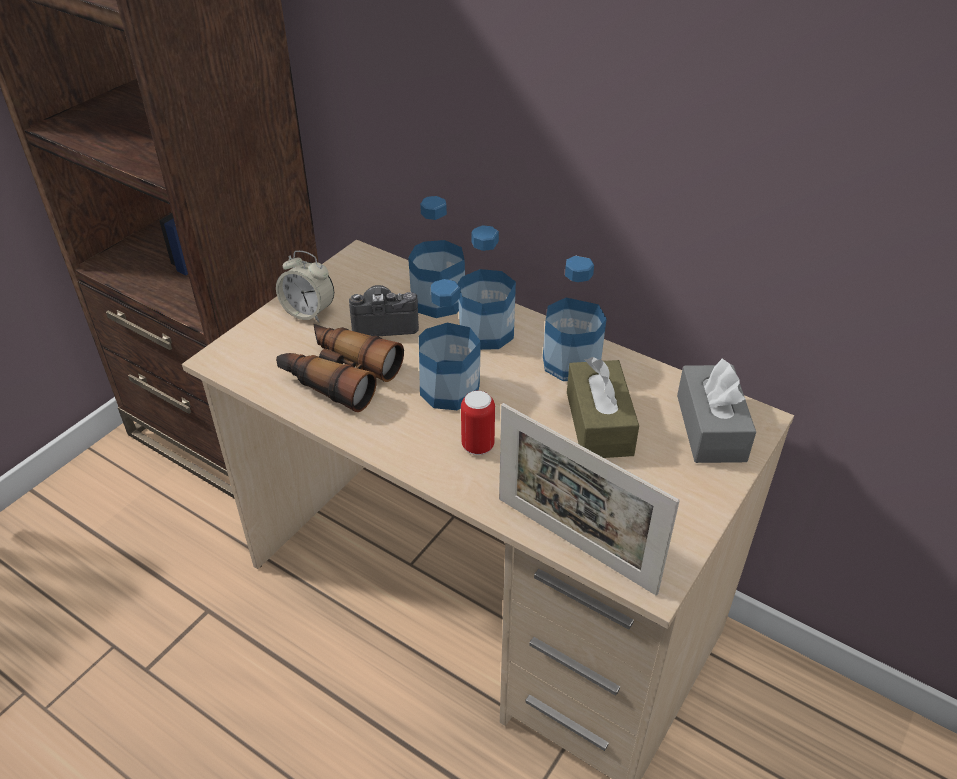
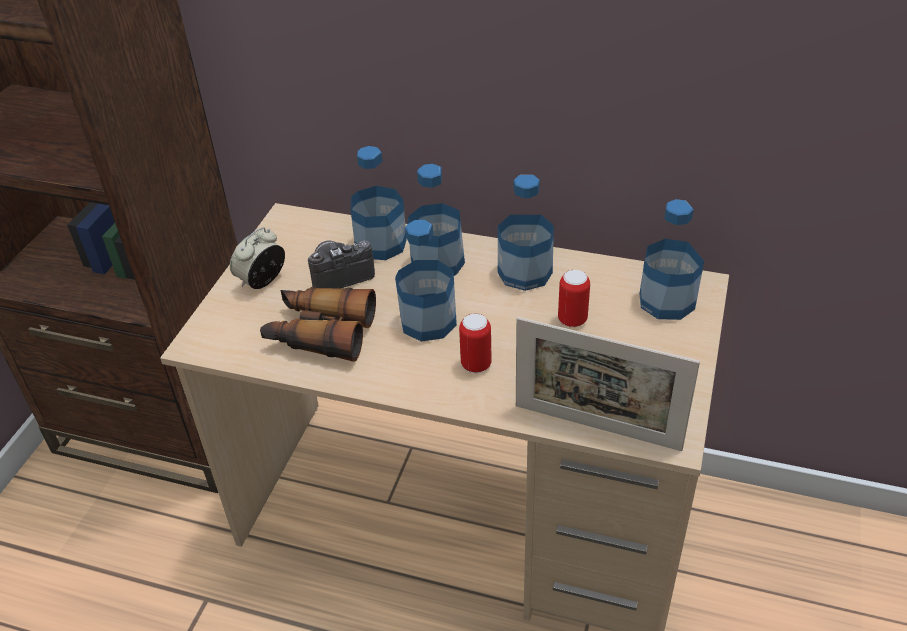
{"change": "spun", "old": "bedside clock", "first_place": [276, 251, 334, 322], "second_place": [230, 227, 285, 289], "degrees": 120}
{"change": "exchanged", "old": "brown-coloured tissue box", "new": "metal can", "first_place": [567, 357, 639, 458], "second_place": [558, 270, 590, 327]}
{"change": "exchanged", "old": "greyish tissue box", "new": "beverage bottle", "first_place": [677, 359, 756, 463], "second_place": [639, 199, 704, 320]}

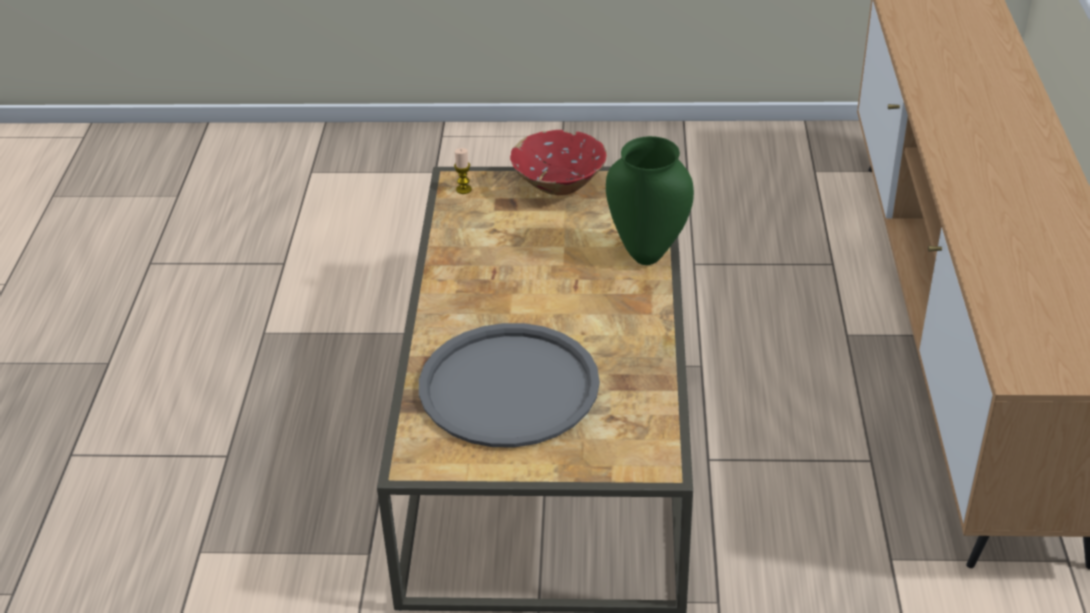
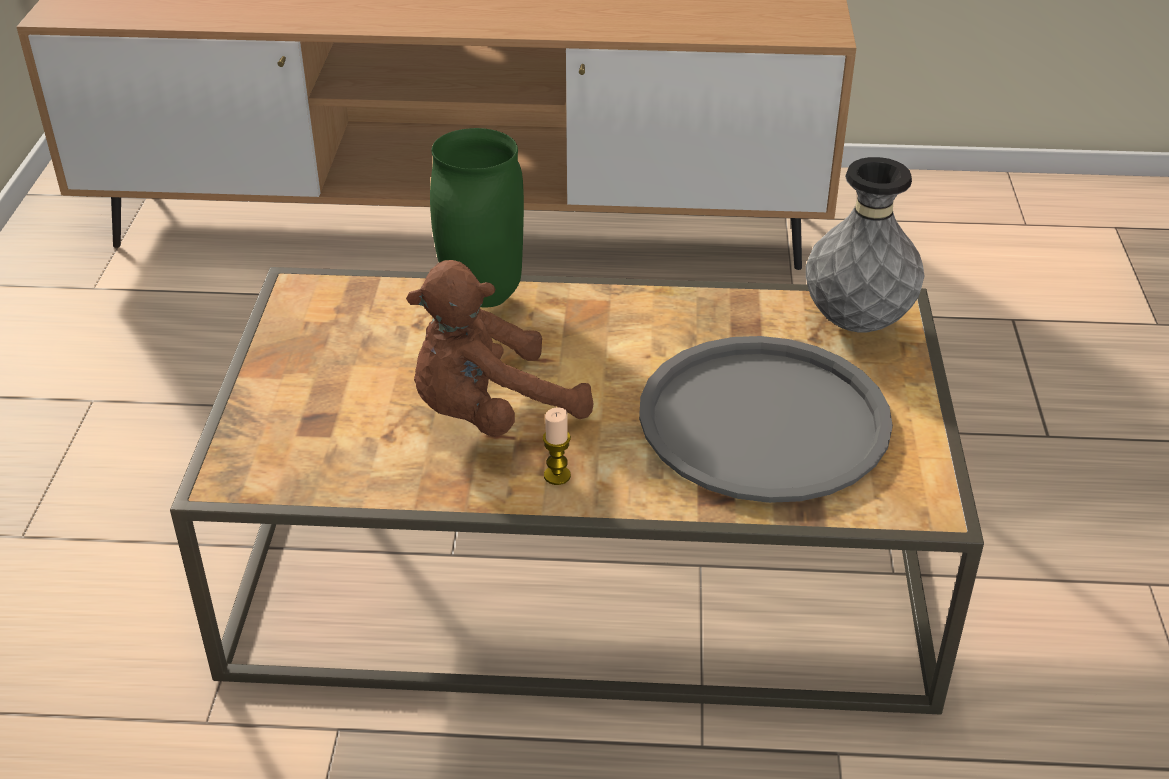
{"change": "appeared", "new": "brown-coloured cuddly toy", "second_place": [406, 260, 593, 437]}
{"change": "relocated", "old": "wax candle", "first_place": [454, 148, 472, 194], "second_place": [543, 407, 571, 485]}
{"change": "appeared", "new": "greyish flower vase", "second_place": [806, 157, 924, 332]}
{"change": "missing", "old": "red-coloured serving bowl", "first_place": [510, 130, 607, 195]}

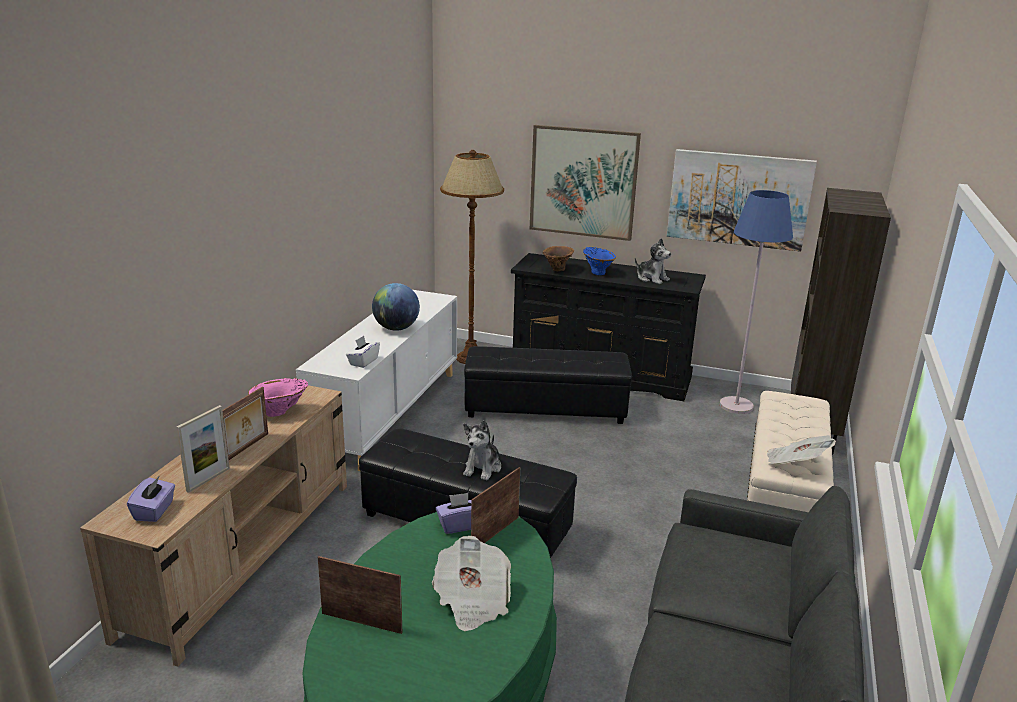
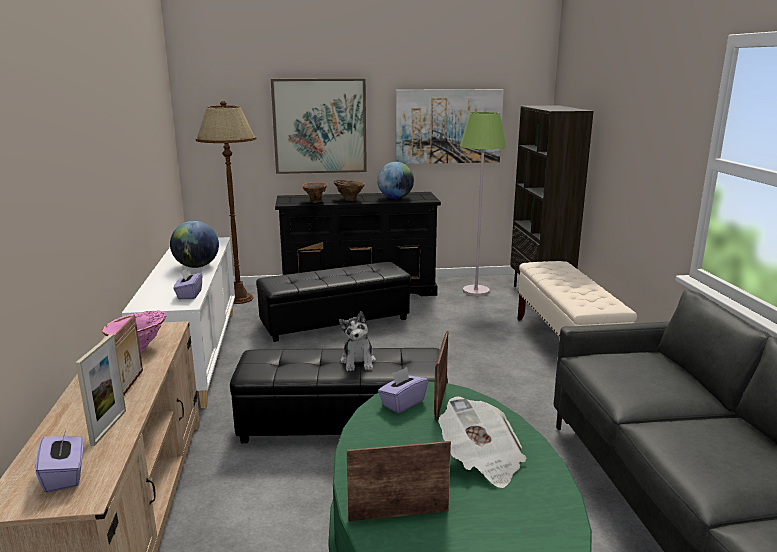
{"change": "colour", "old": "whitish tissue box", "new": "purple-coloured tissue box", "first_place": [346, 336, 380, 368], "second_place": [173, 268, 202, 299]}
{"change": "colour", "old": "blue flower vase", "new": "brown-coloured flower vase", "first_place": [583, 247, 616, 275], "second_place": [333, 180, 365, 201]}
{"change": "exchanged", "old": "cuddly toy", "new": "globe", "first_place": [635, 238, 671, 284], "second_place": [377, 162, 414, 199]}
{"change": "colour", "old": "blue standing lamp", "new": "green-coloured standing lamp", "first_place": [720, 190, 793, 414], "second_place": [460, 112, 506, 296]}
{"change": "missing", "old": "newspaper", "first_place": [767, 435, 836, 465]}

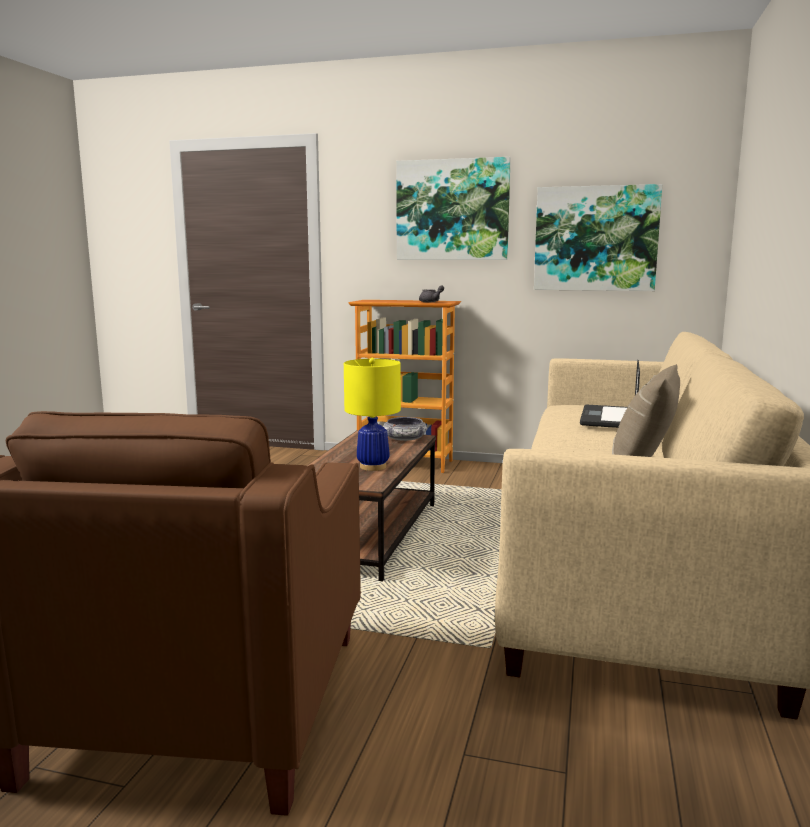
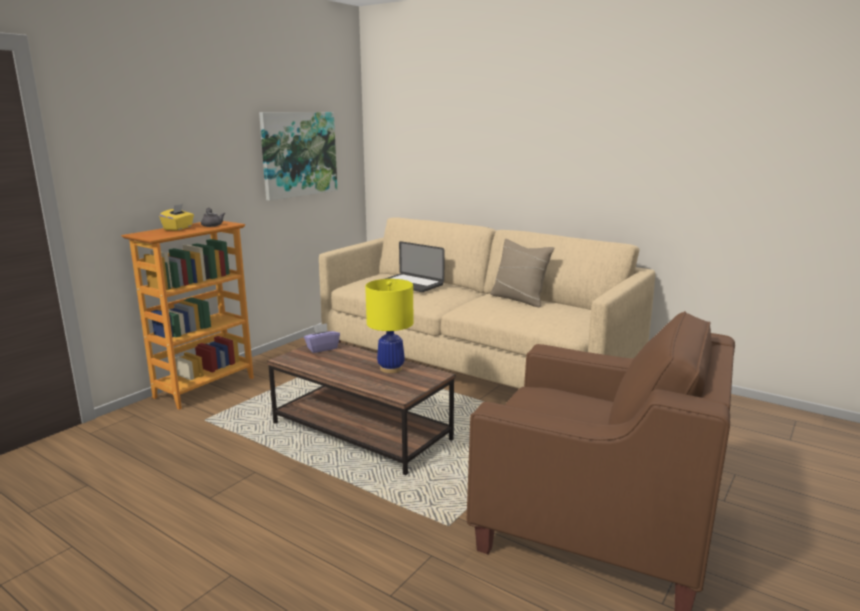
{"change": "appeared", "new": "yellowish tissue box", "second_place": [159, 204, 194, 231]}
{"change": "exchanged", "old": "serving bowl", "new": "purple-coloured tissue box", "first_place": [383, 417, 427, 441], "second_place": [304, 323, 340, 353]}
{"change": "missing", "old": "wall art", "first_place": [396, 157, 511, 260]}

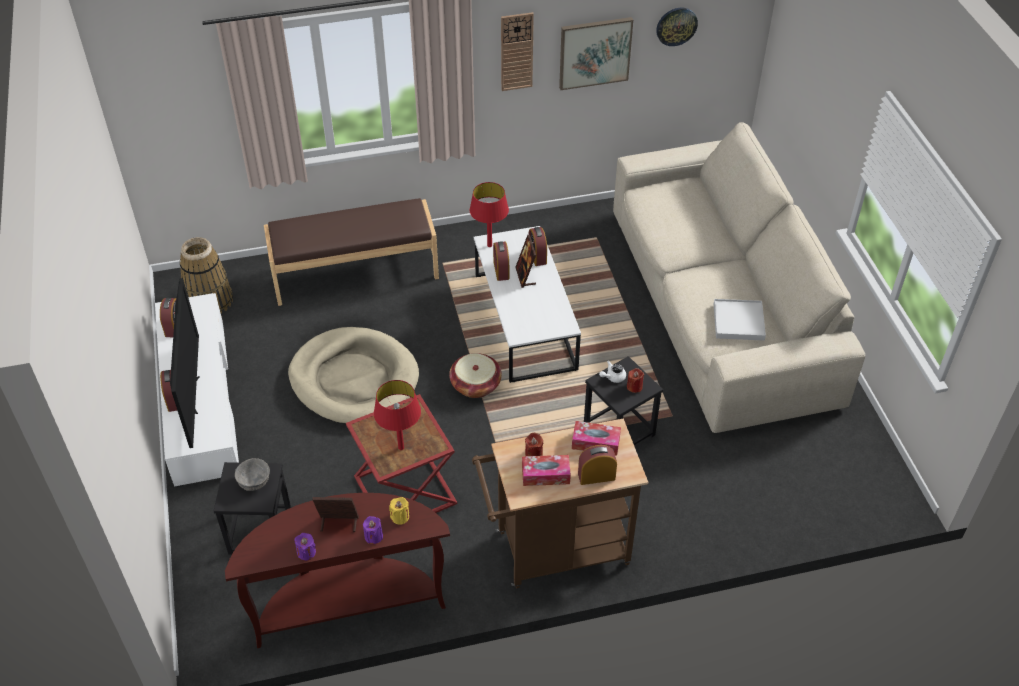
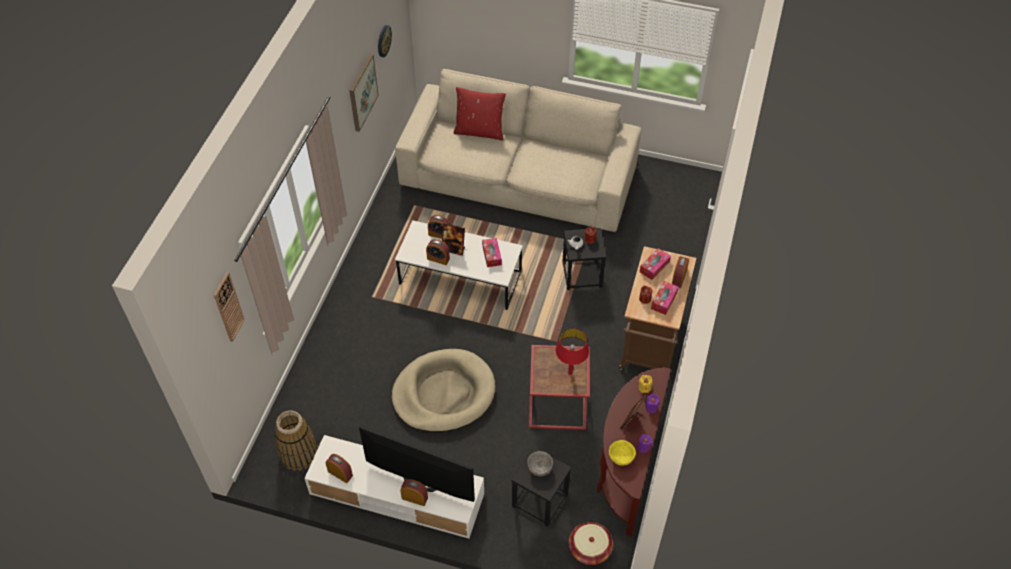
{"change": "relocated", "old": "hanging clock", "first_place": [501, 12, 534, 91], "second_place": [214, 272, 245, 342]}
{"change": "appeared", "new": "red-coloured cushion", "second_place": [454, 87, 506, 141]}
{"change": "appeared", "new": "tissue box", "second_place": [482, 238, 502, 267]}
{"change": "relocated", "old": "basket", "first_place": [449, 353, 502, 398], "second_place": [569, 522, 613, 565]}
{"change": "appeared", "new": "yellowish serving bowl", "second_place": [609, 440, 636, 466]}
{"change": "missing", "old": "brown-coloured long seat", "first_place": [264, 198, 439, 306]}
{"change": "missing", "old": "red-coloured tabletop lamp", "first_place": [469, 182, 509, 247]}
{"change": "missing", "old": "whitish carrying tray", "first_place": [714, 299, 766, 341]}

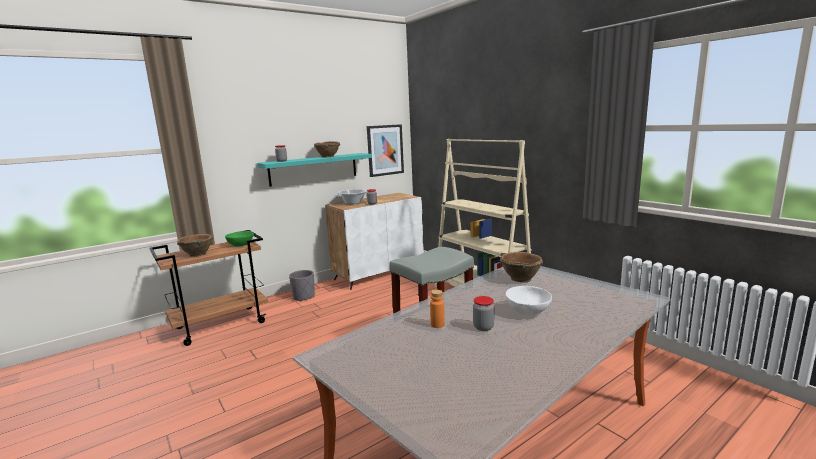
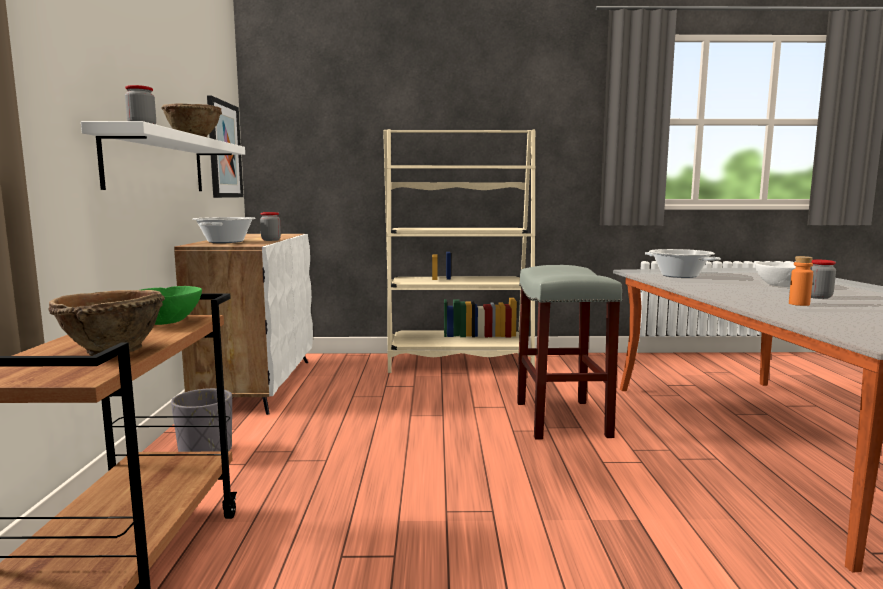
{"change": "colour", "old": "turquoise-coloured bracket shelf", "new": "whitish bracket shelf", "first_place": [257, 153, 372, 187], "second_place": [81, 121, 245, 191]}
{"change": "exchanged", "old": "brown-coloured serving bowl", "new": "cooking pot", "first_place": [500, 252, 543, 282], "second_place": [645, 249, 721, 278]}

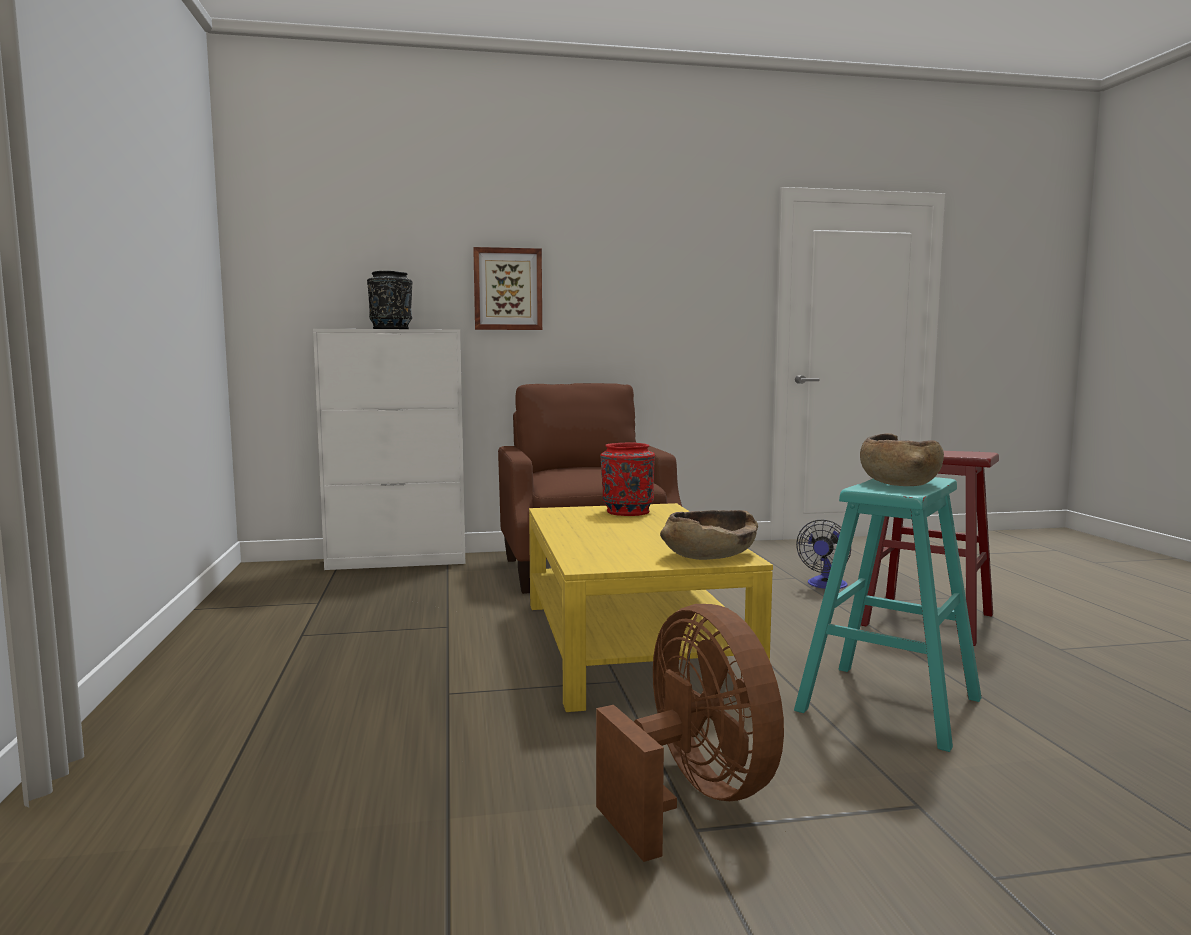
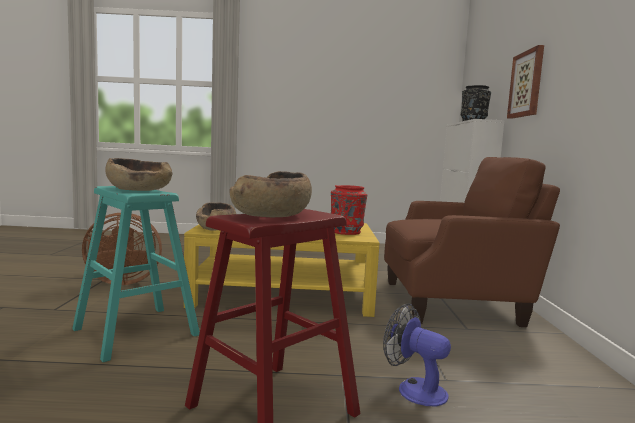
{"change": "appeared", "new": "brown-coloured serving bowl", "second_place": [229, 171, 312, 217]}

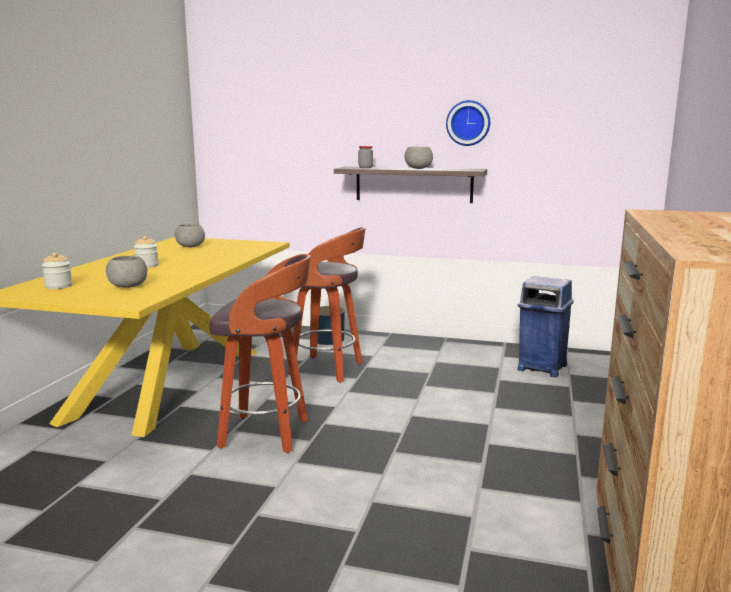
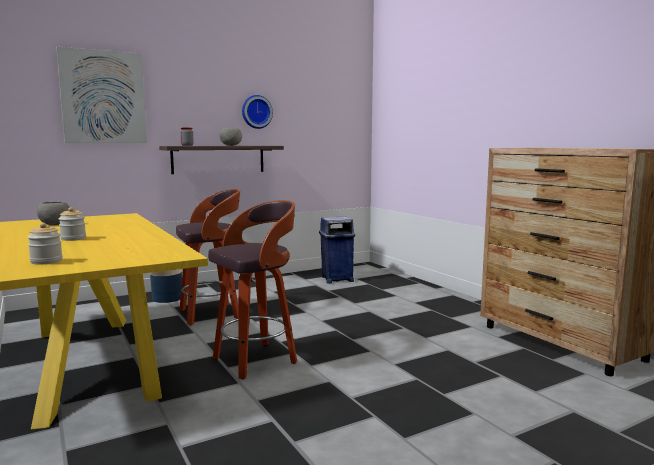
{"change": "appeared", "new": "wall art", "second_place": [56, 47, 147, 143]}
{"change": "missing", "old": "greyish serving bowl", "first_place": [106, 256, 147, 288]}

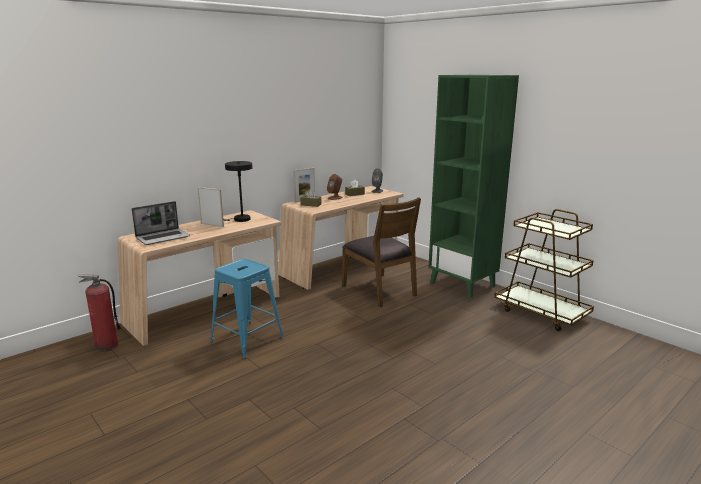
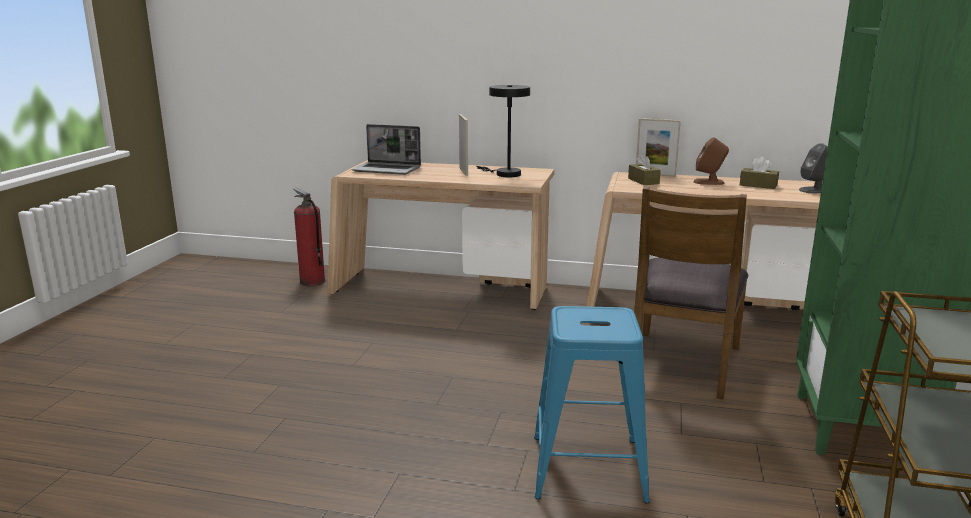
{"change": "relocated", "old": "blue stool", "first_place": [210, 259, 284, 359], "second_place": [534, 306, 650, 503]}

